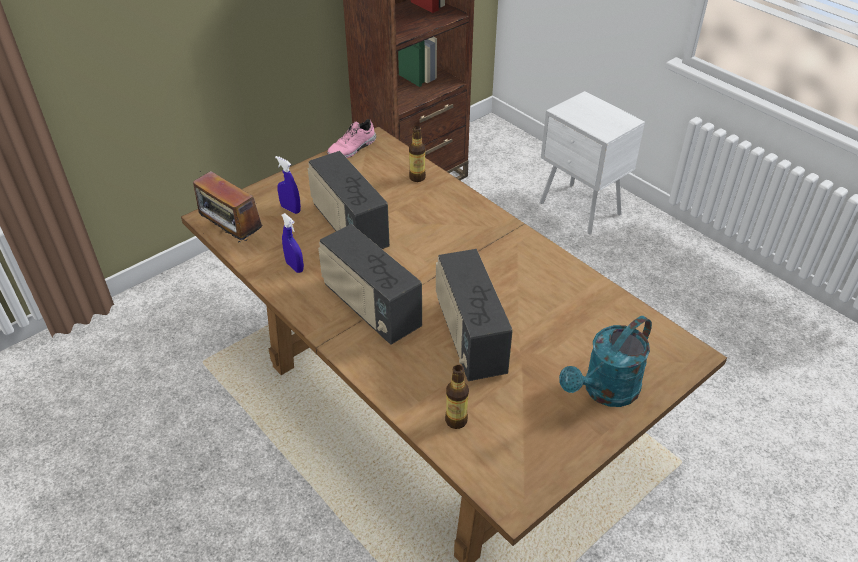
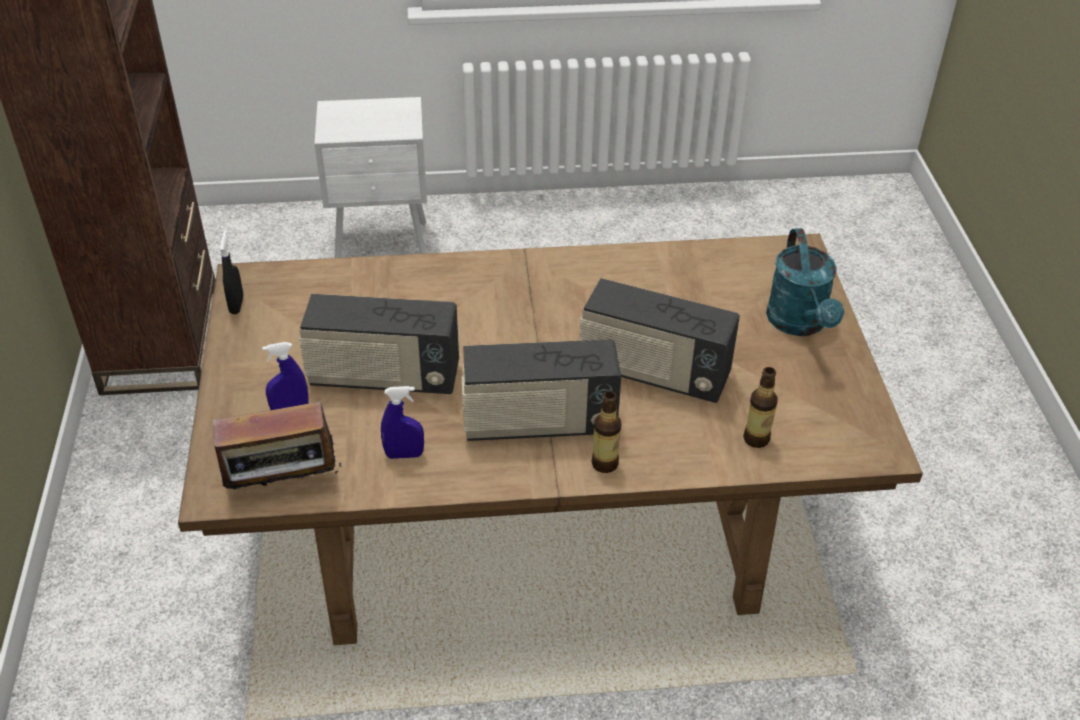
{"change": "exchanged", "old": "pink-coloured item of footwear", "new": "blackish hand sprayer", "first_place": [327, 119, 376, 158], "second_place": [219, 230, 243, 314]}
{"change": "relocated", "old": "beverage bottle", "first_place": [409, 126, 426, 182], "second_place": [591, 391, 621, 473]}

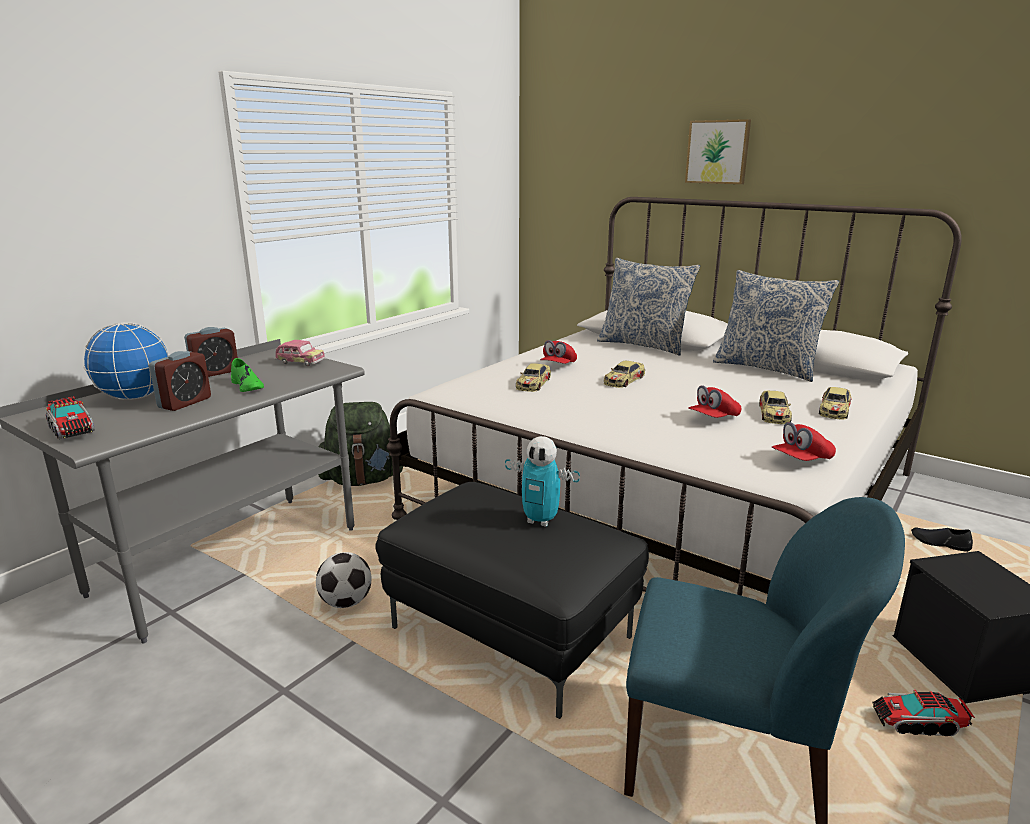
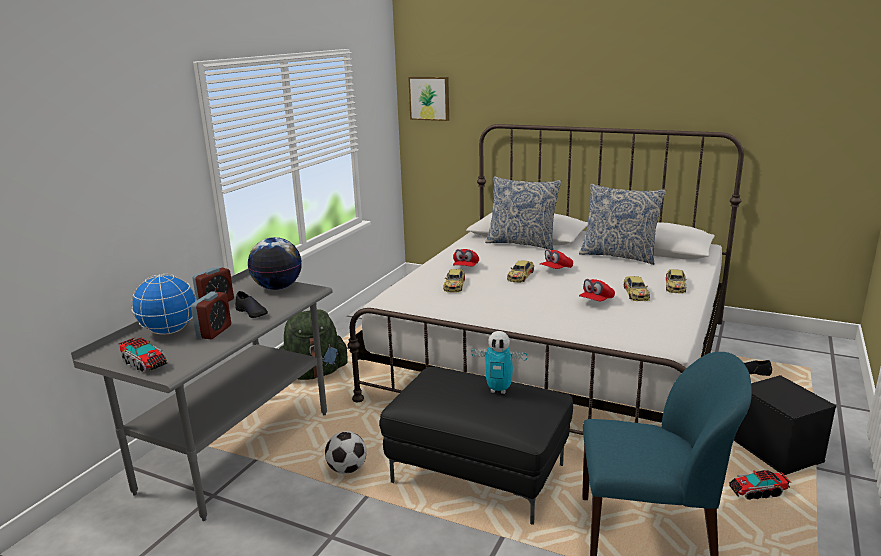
{"change": "colour", "old": "green-coloured item of footwear", "new": "blackish item of footwear", "first_place": [231, 358, 264, 392], "second_place": [235, 291, 268, 318]}
{"change": "exchanged", "old": "toy car", "new": "globe", "first_place": [275, 340, 325, 366], "second_place": [248, 237, 302, 290]}
{"change": "relocated", "old": "wall art", "first_place": [685, 119, 751, 184], "second_place": [408, 77, 449, 121]}
{"change": "relocated", "old": "red-coloured peaked cap", "first_place": [772, 422, 836, 461], "second_place": [540, 249, 573, 269]}

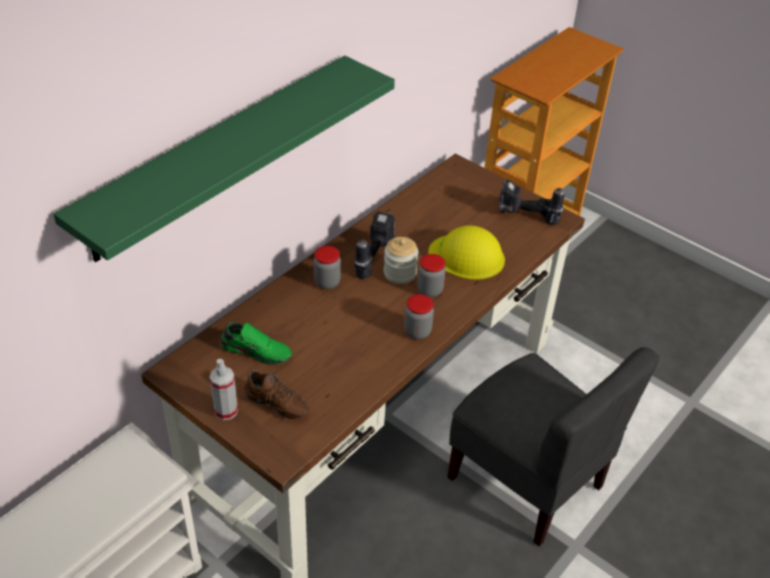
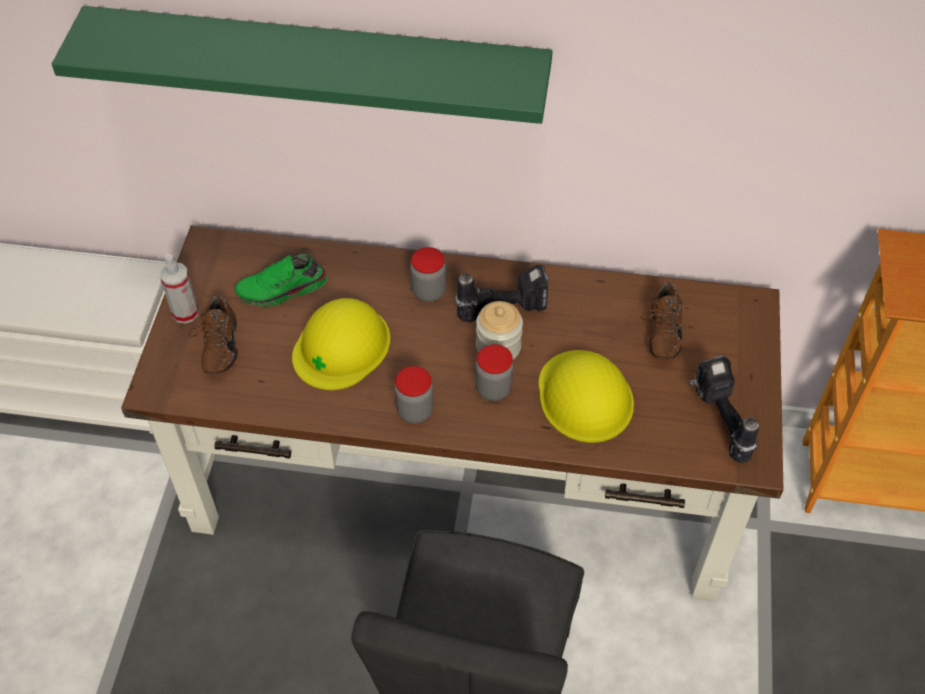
{"change": "spun", "old": "green-coloured item of footwear", "first_place": [219, 322, 292, 365], "second_place": [235, 254, 328, 307], "degrees": 90}
{"change": "appeared", "new": "yellowish safety helmet", "second_place": [292, 298, 390, 390]}
{"change": "appeared", "new": "brown-coloured item of footwear", "second_place": [641, 282, 682, 360]}

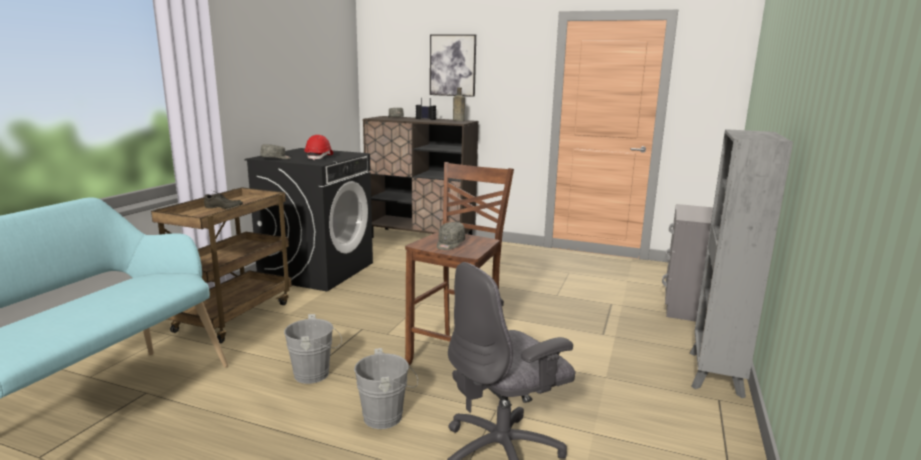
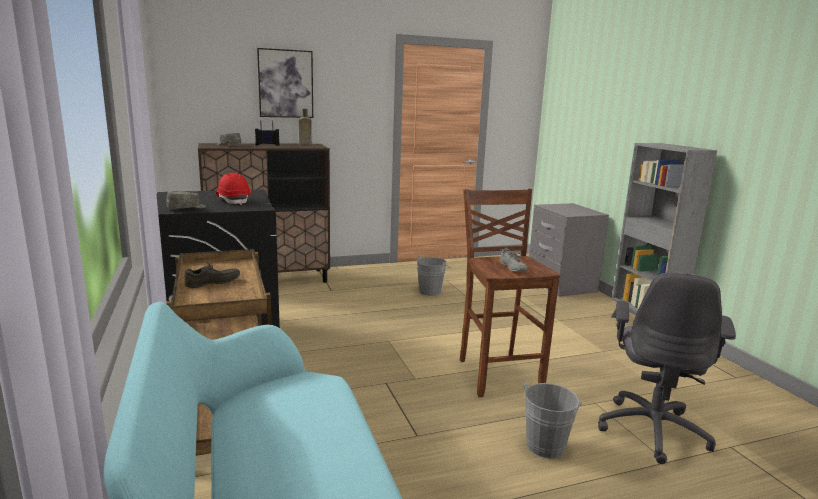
{"change": "relocated", "old": "greyish water bucket", "first_place": [284, 314, 342, 384], "second_place": [417, 255, 451, 296]}
{"change": "exchanged", "old": "greyish peaked cap", "new": "greyish item of footwear", "first_place": [437, 222, 465, 250], "second_place": [500, 245, 527, 271]}

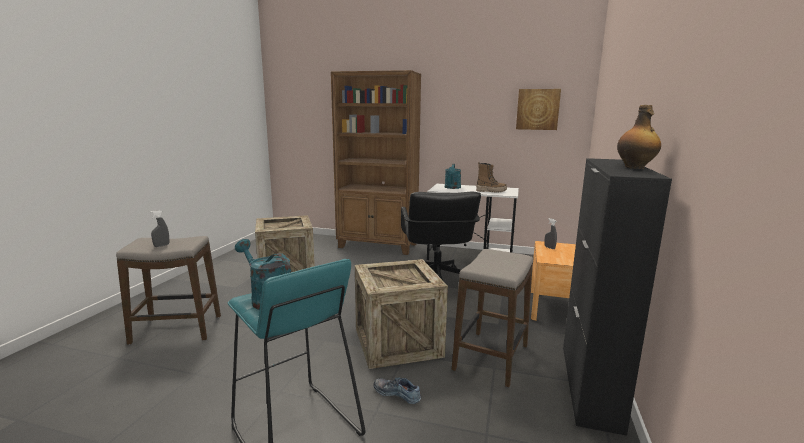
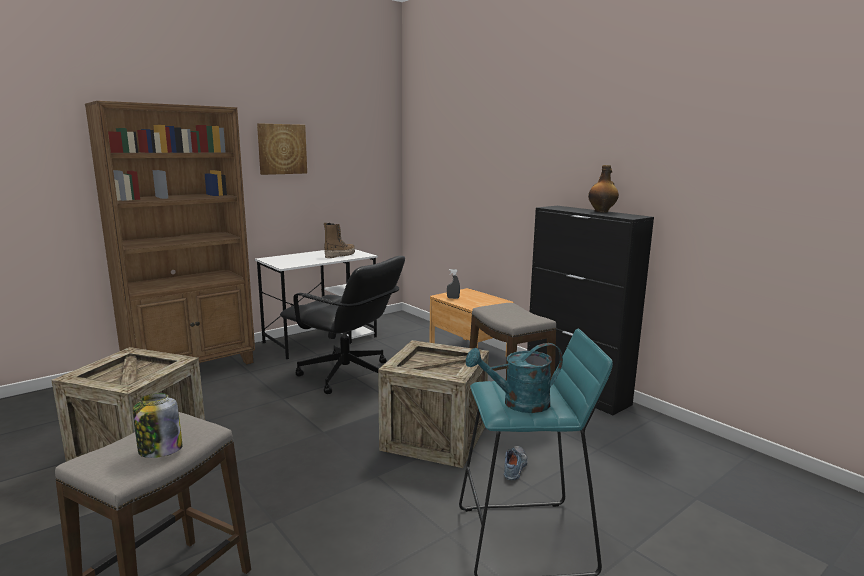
{"change": "exchanged", "old": "greyish hand sprayer", "new": "jar", "first_place": [150, 210, 169, 247], "second_place": [133, 393, 183, 458]}
{"change": "relocated", "old": "wall art", "first_place": [516, 89, 561, 130], "second_place": [257, 123, 307, 175]}
{"change": "spun", "old": "item of footwear", "first_place": [373, 377, 421, 404], "second_place": [504, 446, 527, 480], "degrees": 135}
{"change": "missing", "old": "turquoise-coloured watering can", "first_place": [445, 164, 461, 189]}

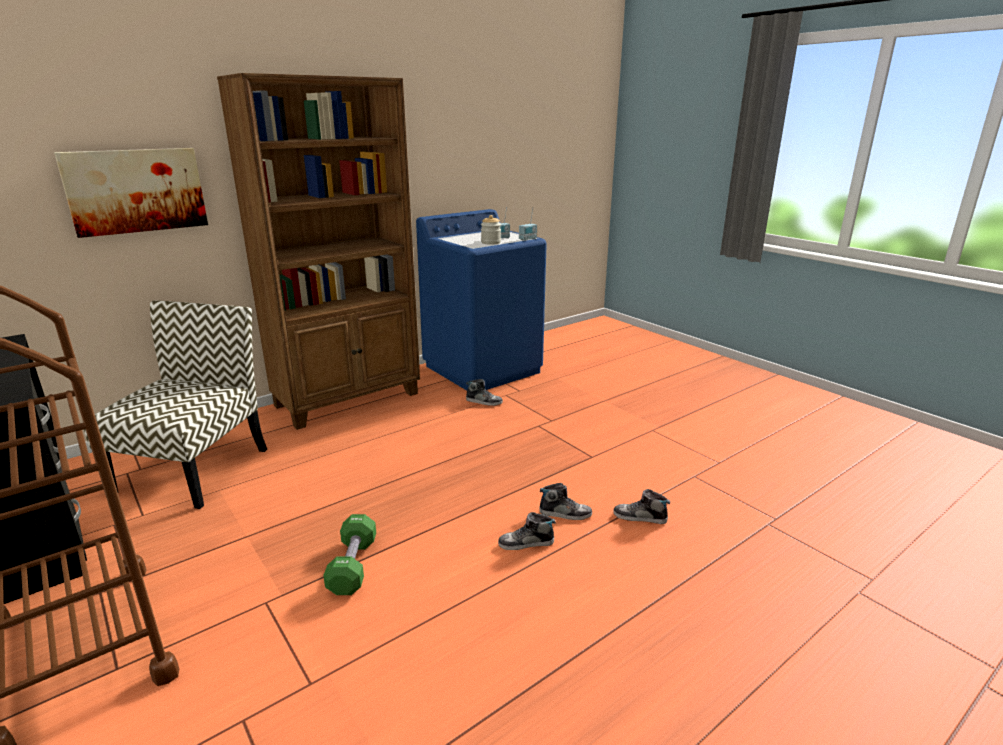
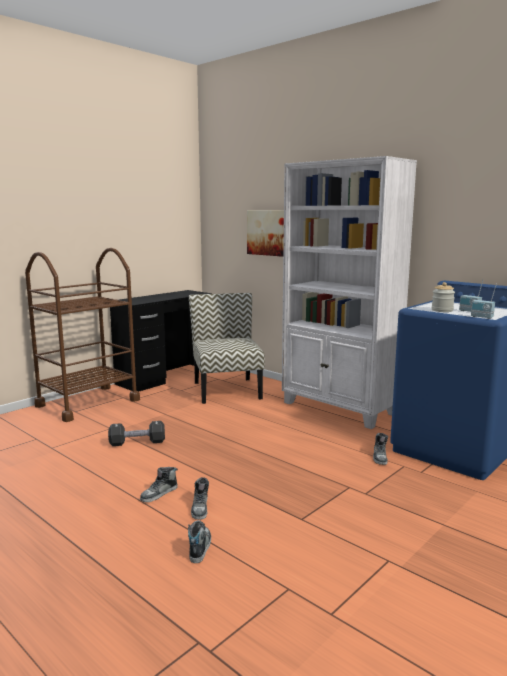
{"change": "colour", "old": "green-coloured free weight", "new": "blackish free weight", "first_place": [323, 514, 376, 595], "second_place": [108, 421, 165, 446]}
{"change": "spun", "old": "item of footwear", "first_place": [498, 512, 556, 550], "second_place": [140, 467, 178, 502], "degrees": -120}
{"change": "spun", "old": "chair", "first_place": [84, 300, 267, 509], "second_place": [189, 293, 265, 404], "degrees": -105}
{"change": "colour", "old": "brown-coloured shelving unit", "new": "whitish shelving unit", "first_place": [217, 73, 420, 430], "second_place": [282, 156, 417, 429]}

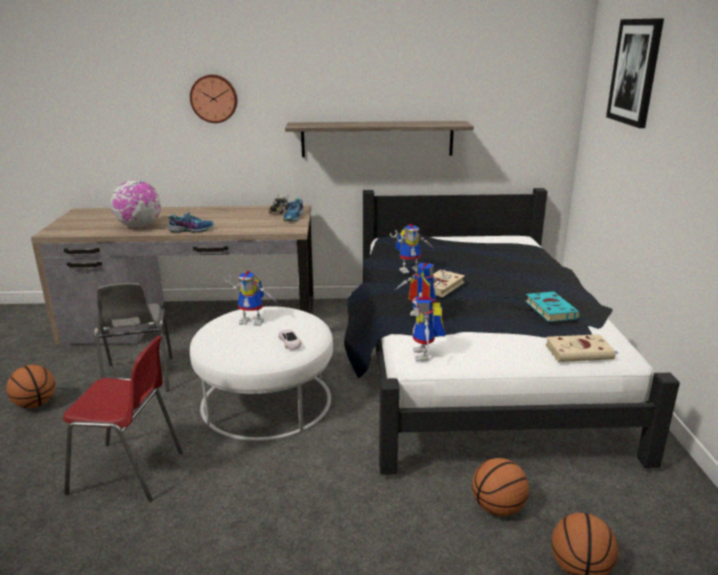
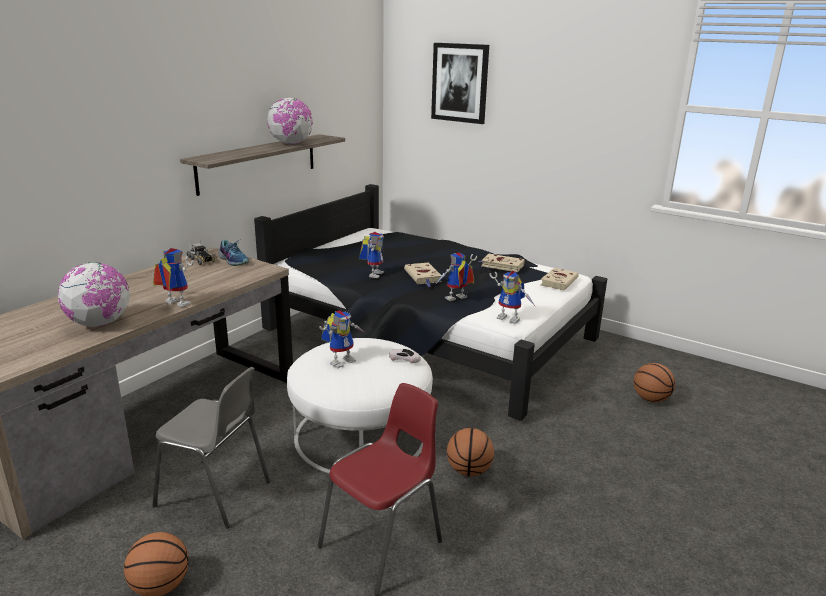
{"change": "exchanged", "old": "item of footwear", "new": "model robot", "first_place": [168, 209, 214, 233], "second_place": [152, 248, 194, 307]}
{"change": "appeared", "new": "globe", "second_place": [267, 98, 313, 144]}
{"change": "relocated", "old": "ball for basketball", "first_place": [472, 458, 529, 516], "second_place": [447, 428, 494, 476]}
{"change": "colour", "old": "turquoise-coloured bound book", "new": "beige bound book", "first_place": [526, 291, 580, 322], "second_place": [478, 254, 524, 272]}
{"change": "missing", "old": "hanging clock", "first_place": [190, 74, 237, 123]}

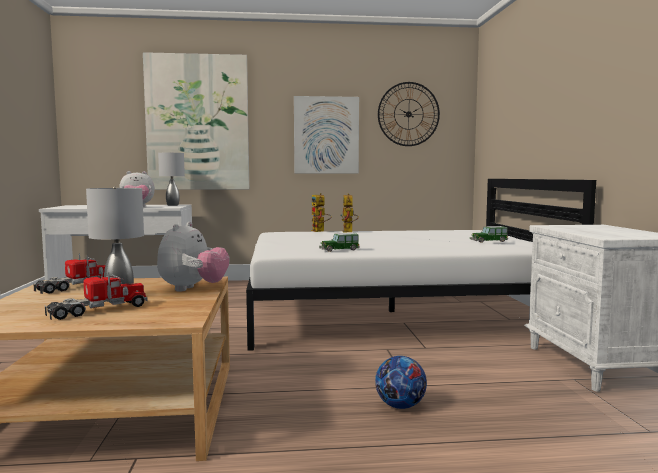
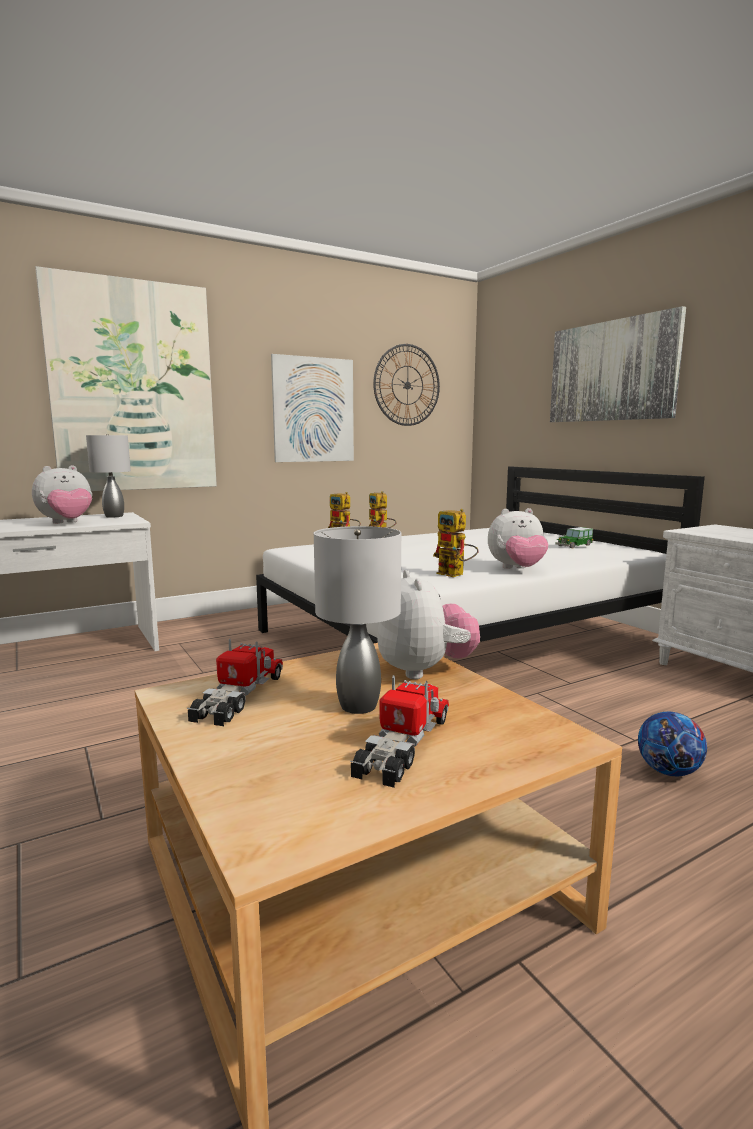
{"change": "exchanged", "old": "toy car", "new": "model robot", "first_place": [319, 233, 360, 252], "second_place": [433, 509, 479, 577]}
{"change": "appeared", "new": "cuddly toy", "second_place": [488, 508, 549, 569]}
{"change": "appeared", "new": "wall art", "second_place": [550, 306, 686, 422]}

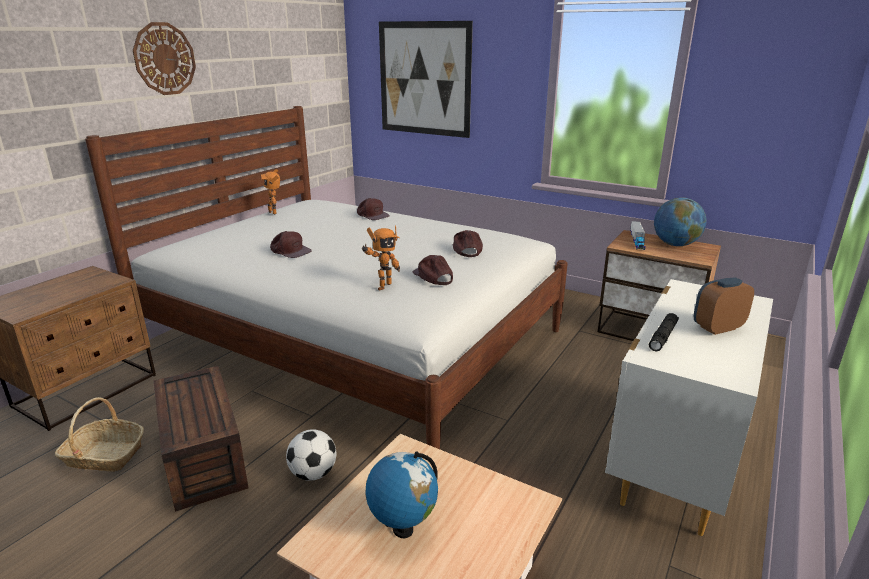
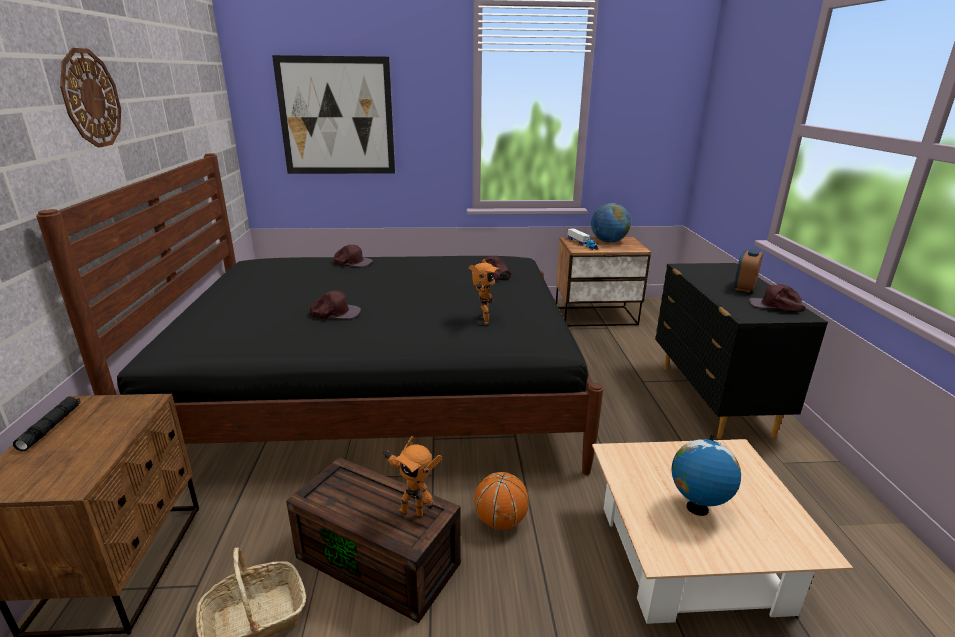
{"change": "relocated", "old": "blackish torch", "first_place": [649, 313, 679, 352], "second_place": [13, 397, 80, 451]}
{"change": "colour", "old": "whitish bed", "new": "blackish bed", "first_place": [85, 106, 568, 449], "second_place": [36, 153, 603, 475]}
{"change": "relocated", "old": "model robot", "first_place": [261, 169, 280, 215], "second_place": [383, 436, 442, 516]}
{"change": "exchanged", "old": "football", "new": "ball for basketball", "first_place": [286, 429, 336, 481], "second_place": [474, 472, 529, 530]}
{"change": "colour", "old": "whitish chest of drawers", "new": "blackish chest of drawers", "first_place": [605, 279, 773, 536], "second_place": [655, 263, 828, 439]}
{"change": "relocated", "old": "brown-coloured peaked cap", "first_place": [413, 255, 453, 285], "second_place": [749, 284, 806, 312]}

